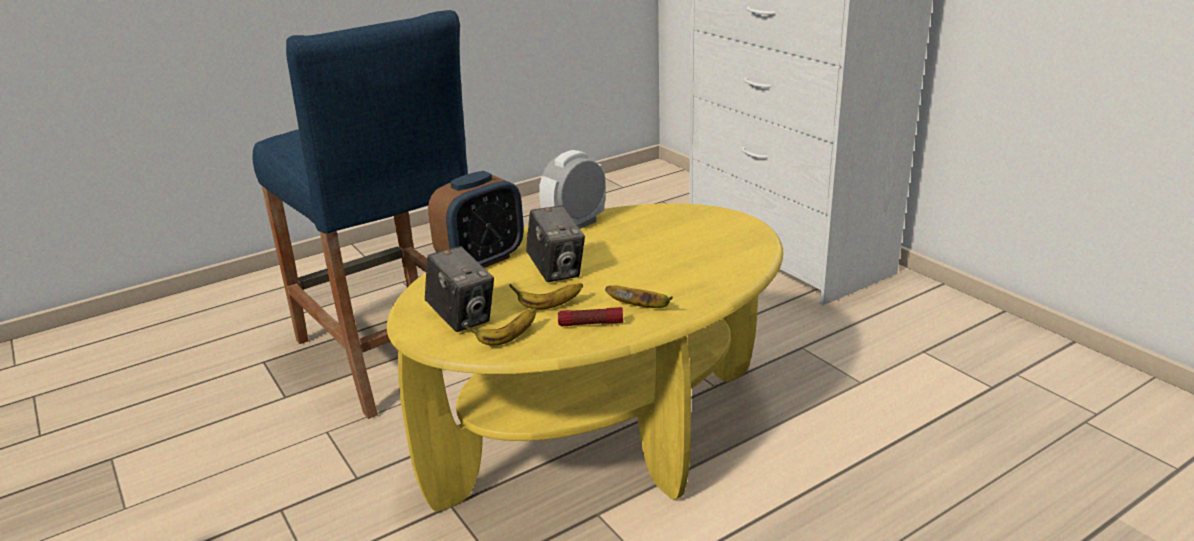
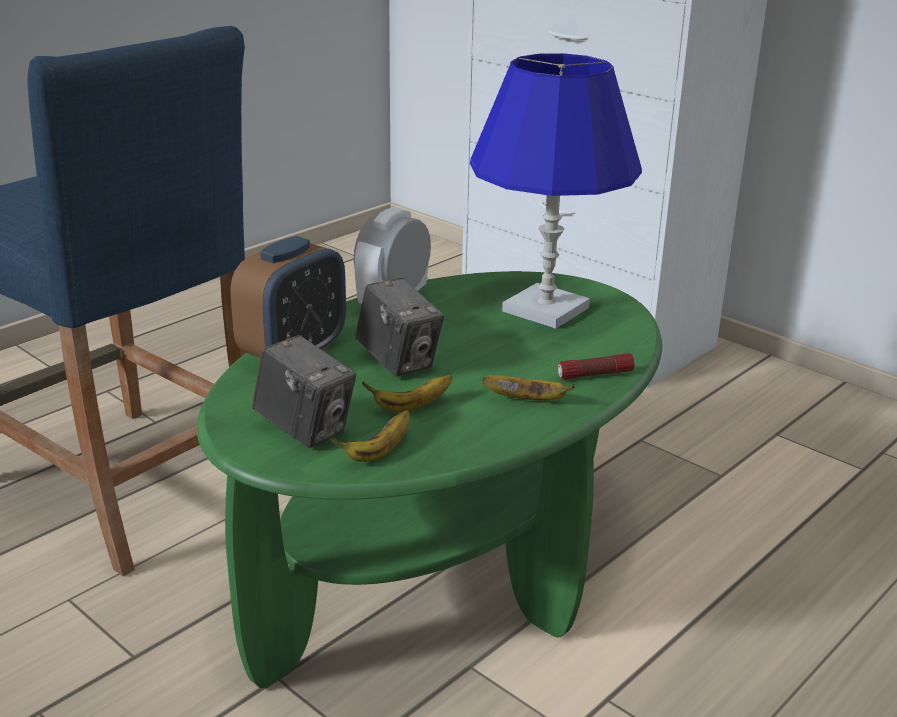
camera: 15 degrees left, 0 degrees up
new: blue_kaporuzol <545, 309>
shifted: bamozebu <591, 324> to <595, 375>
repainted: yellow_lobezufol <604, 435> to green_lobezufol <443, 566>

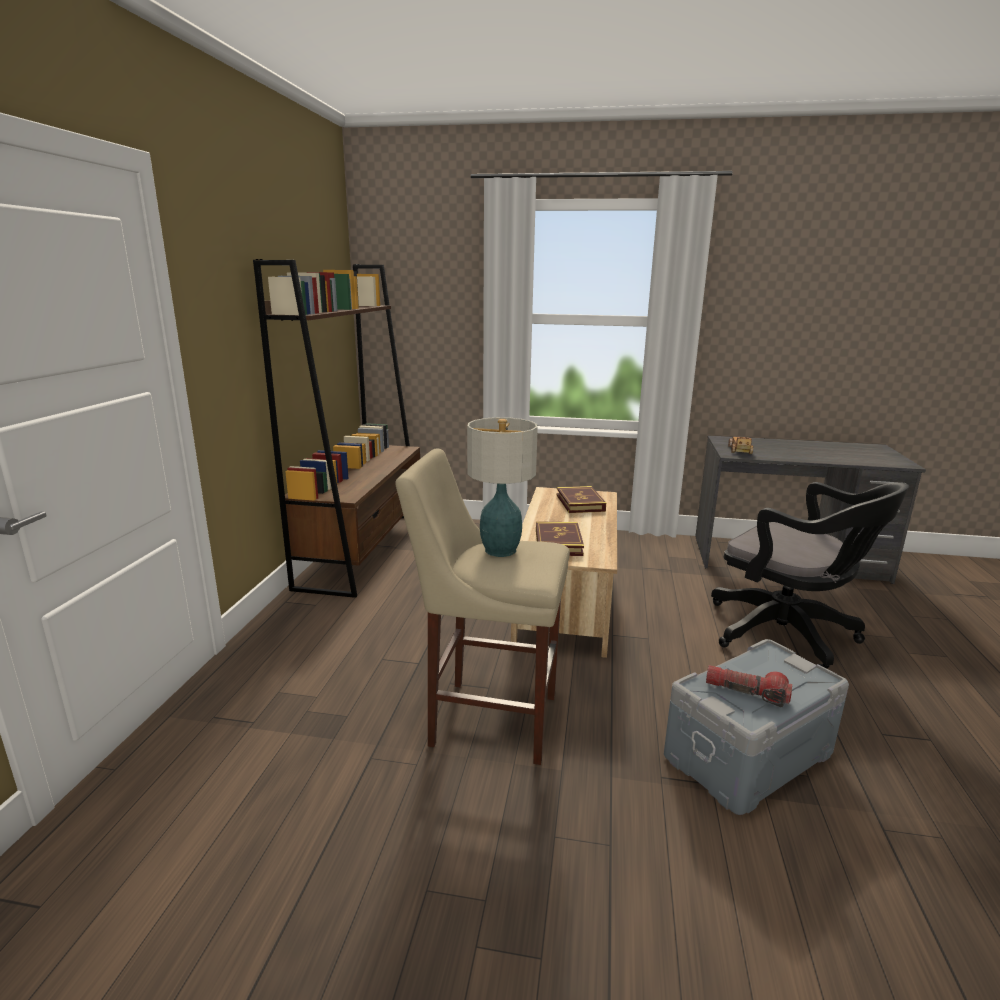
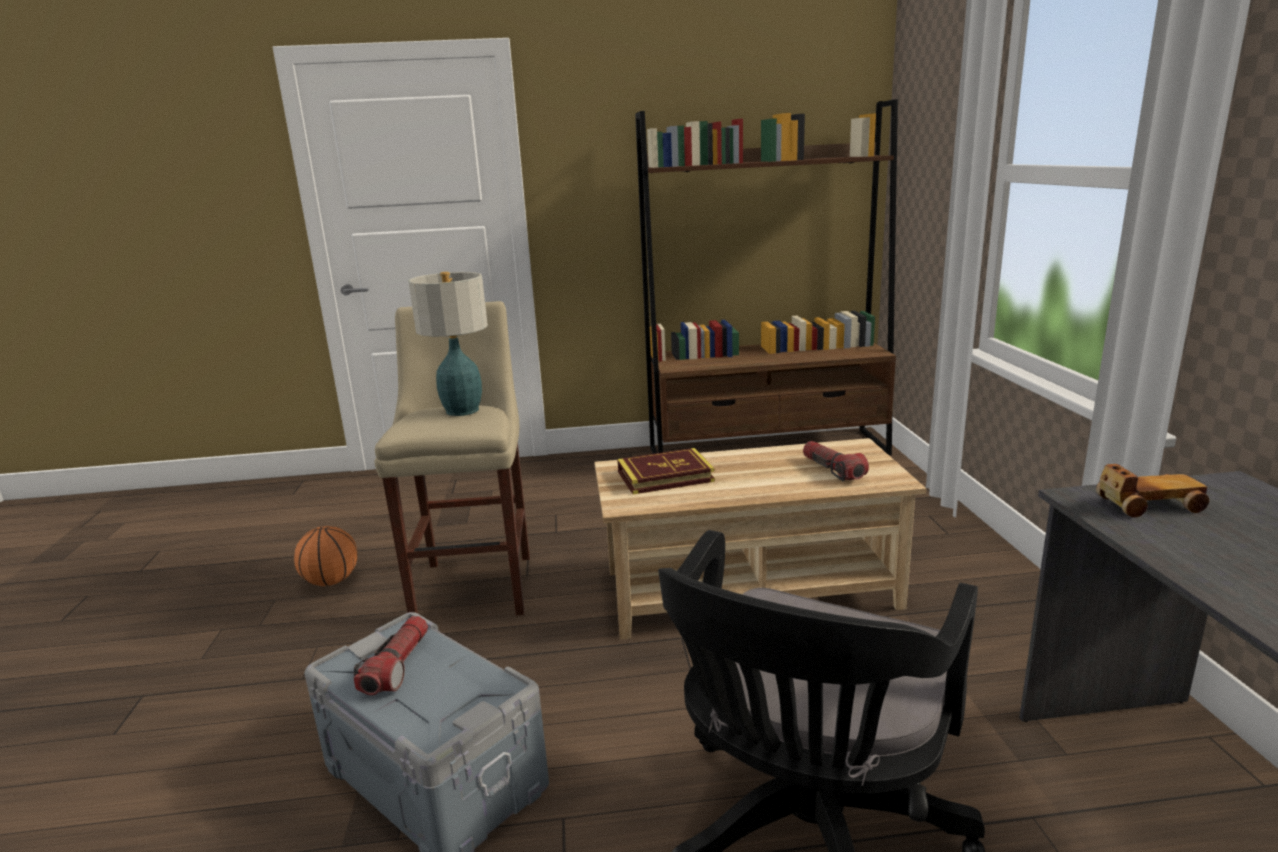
camera: 75 degrees right, 0 degrees up
new: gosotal <331, 581>
swapped: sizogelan <580, 503> to bamozebu <832, 470>

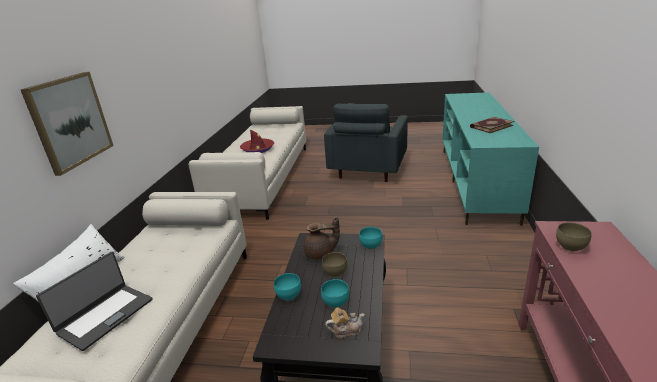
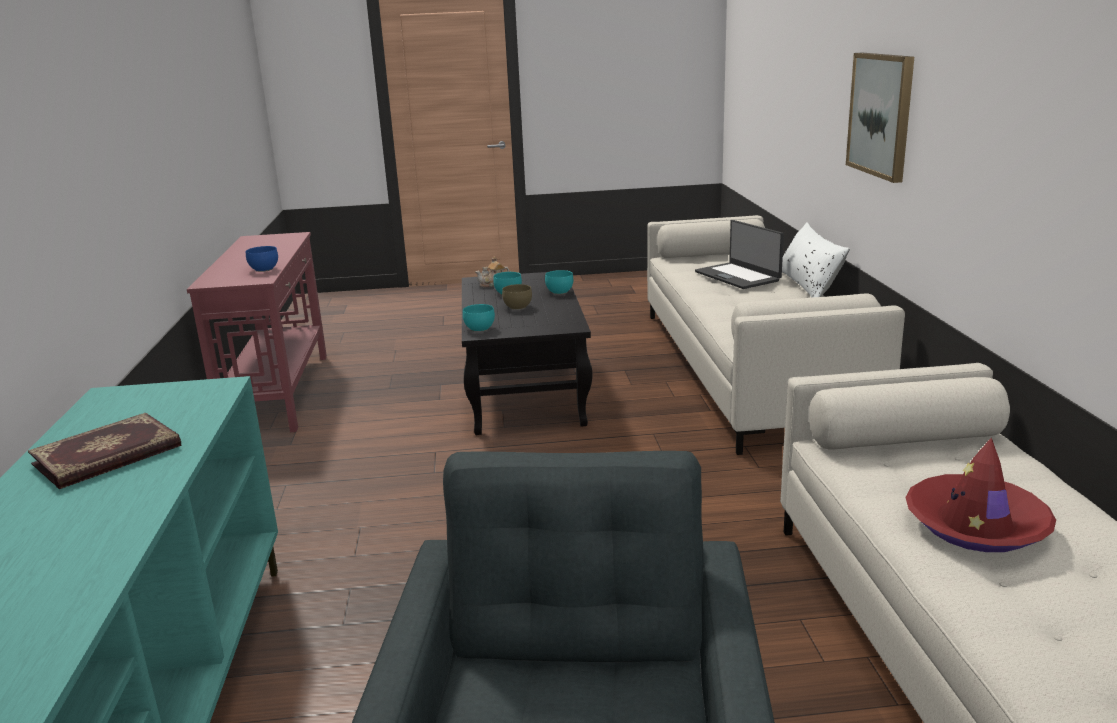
camera: 165 degrees right, 5 degrees down
gone: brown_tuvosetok <321, 254>
repainted: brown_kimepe <569, 247> to blue_kimepe <265, 269>
rotated: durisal <105, 315> = <738, 276> 45 degrees counterclockwise

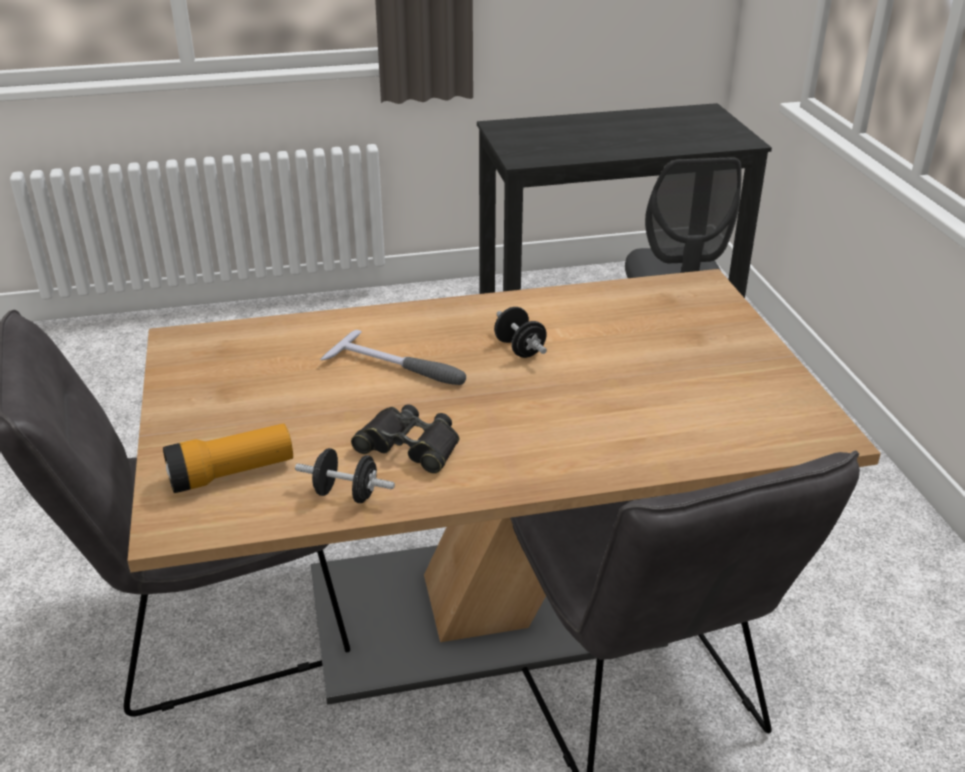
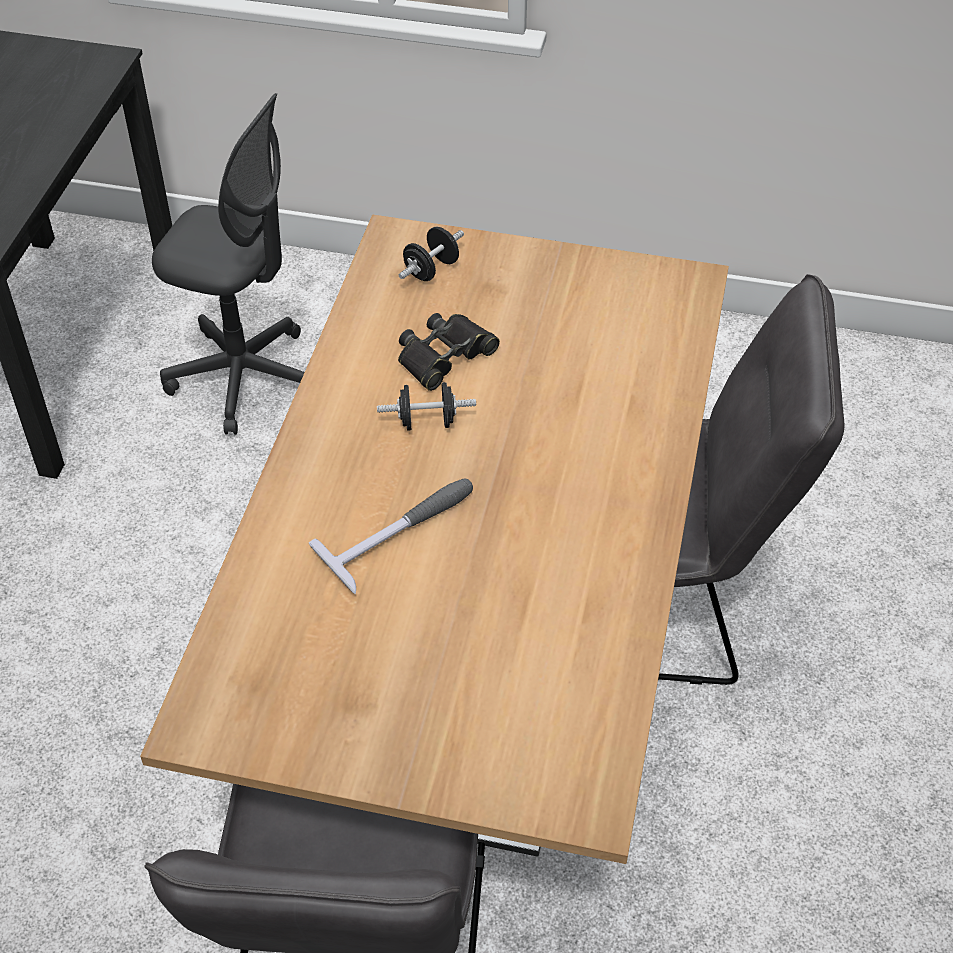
camera: 65 degrees left, 15 degrees up
gone: bamozebu <231, 474>
shifted: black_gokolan <346, 494> to <431, 269>; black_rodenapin <409, 446> to <444, 356>

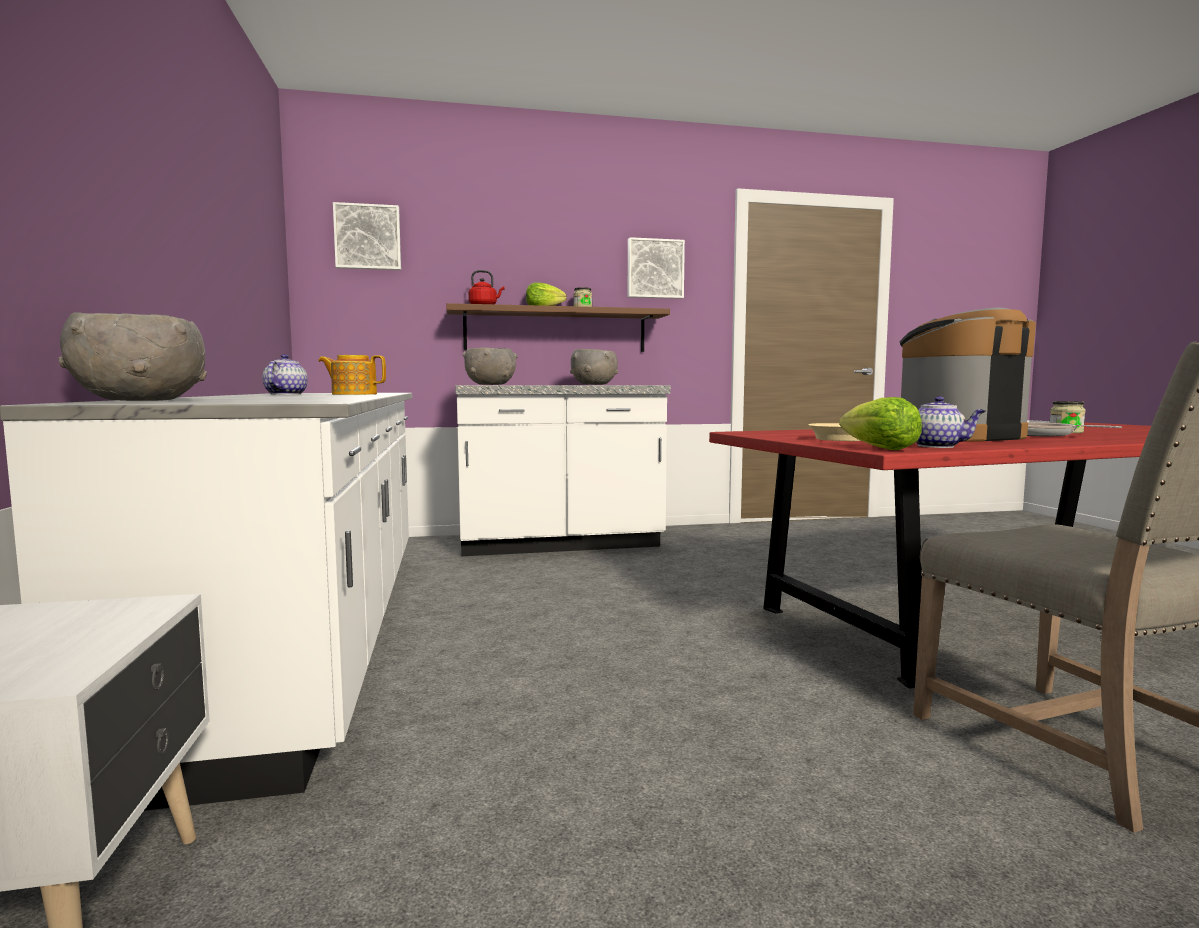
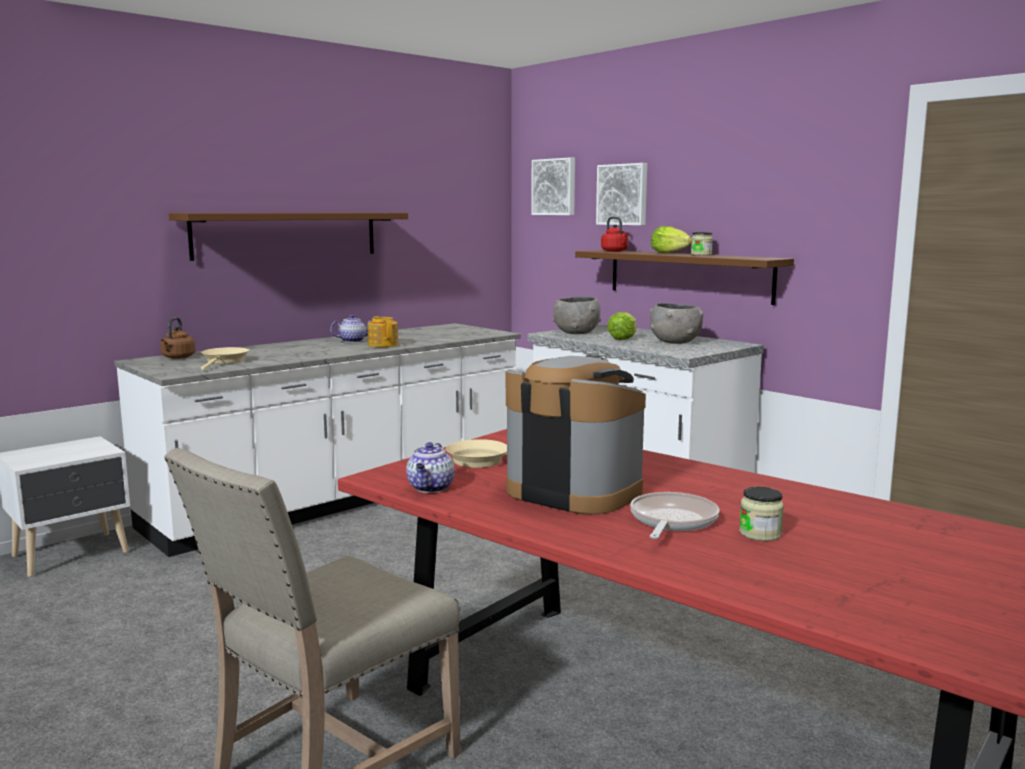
camera: 60 degrees right, 5 degrees up
new: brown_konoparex <287, 235>; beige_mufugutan <224, 361>
shifted: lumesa <655, 269> to <623, 194>; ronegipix <880, 449> to <622, 339>
swapped: grey_kimepe <141, 400> to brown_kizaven <177, 357>

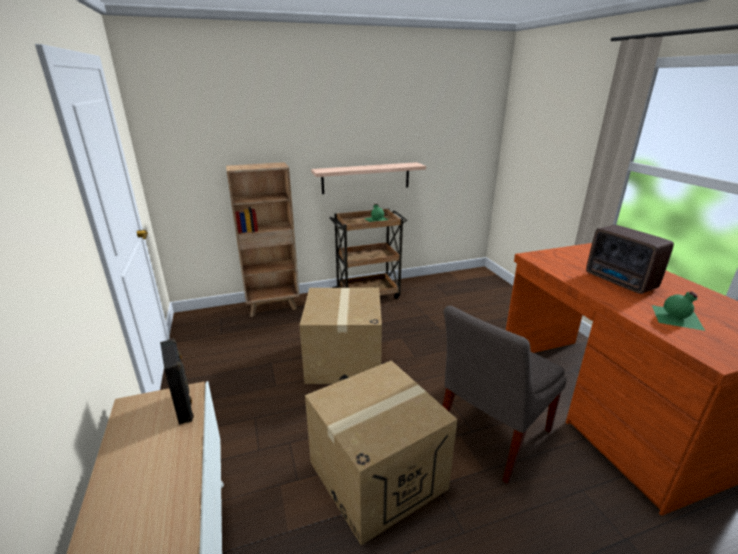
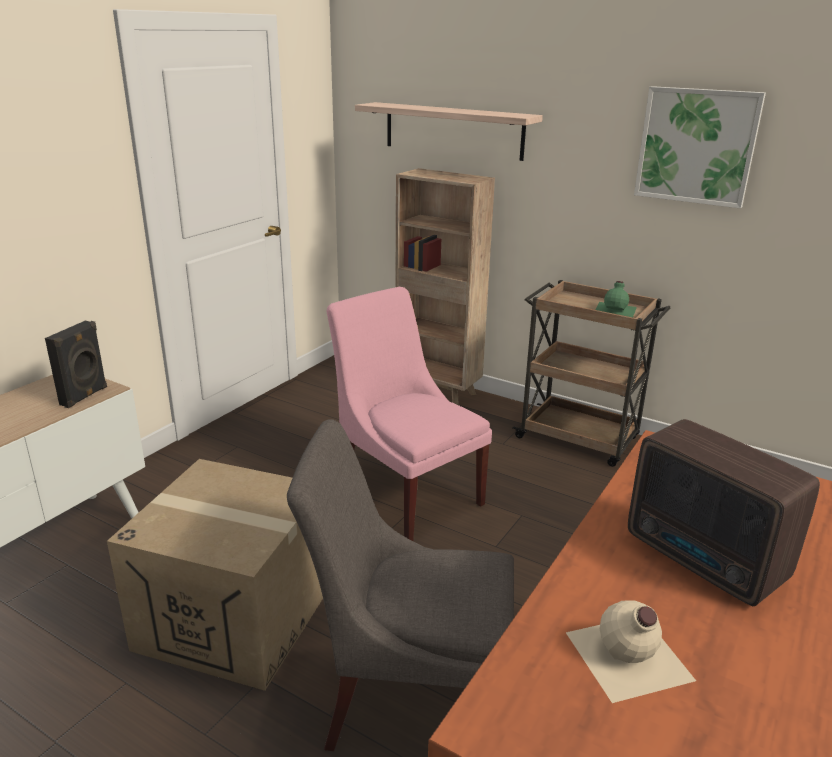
camera: 50 degrees right, 0 degrees up
new: lumesa <696, 146>
shifted: konoparex <366, 178> to <453, 130>
swapped: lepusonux <344, 360> to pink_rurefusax <406, 493>
repainted: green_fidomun <678, 317> to beige_fidomun <628, 657>
rotated: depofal <620, 282> = <706, 561> 60 degrees counterclockwise

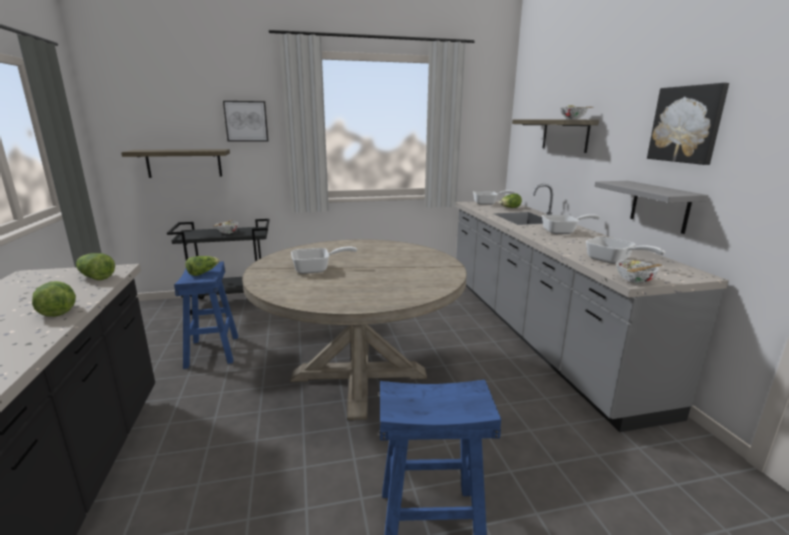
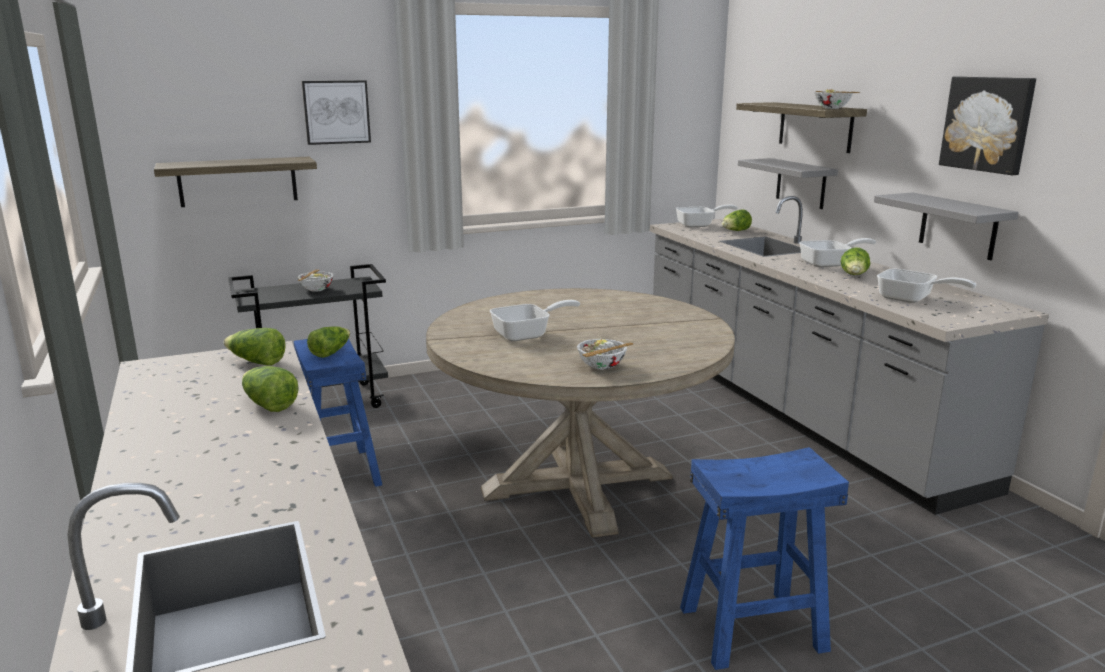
camera: 10 degrees left, 0 degrees up
new: grey_konoparex <801, 183>; ronegipix <854, 276>
shifted: kimepe <634, 281> to <601, 366>

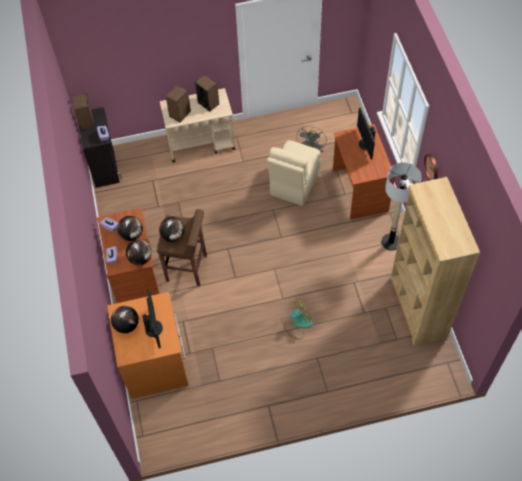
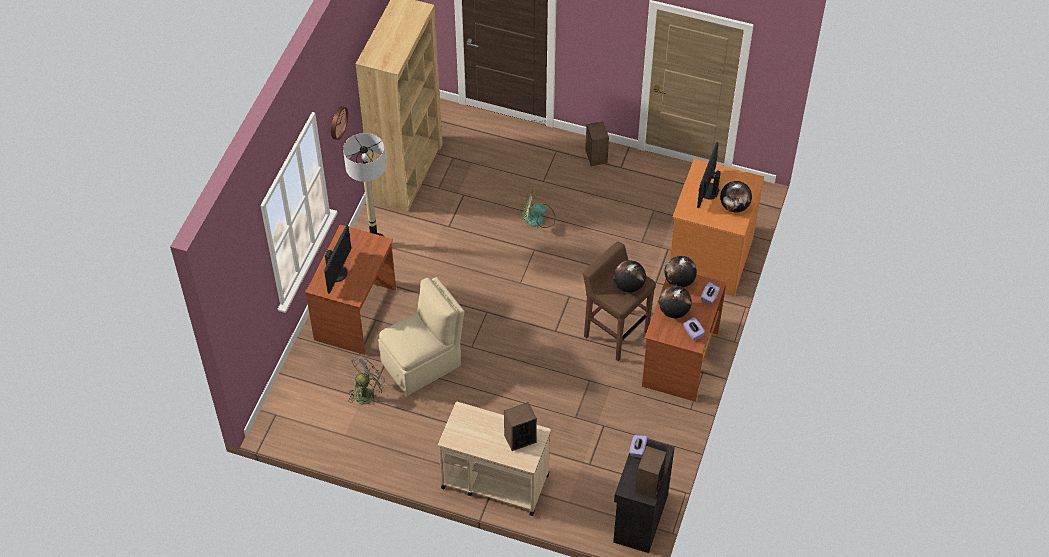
camera: 150 degrees left, 5 degrees down
shifted: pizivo <208, 103> to <596, 156>

